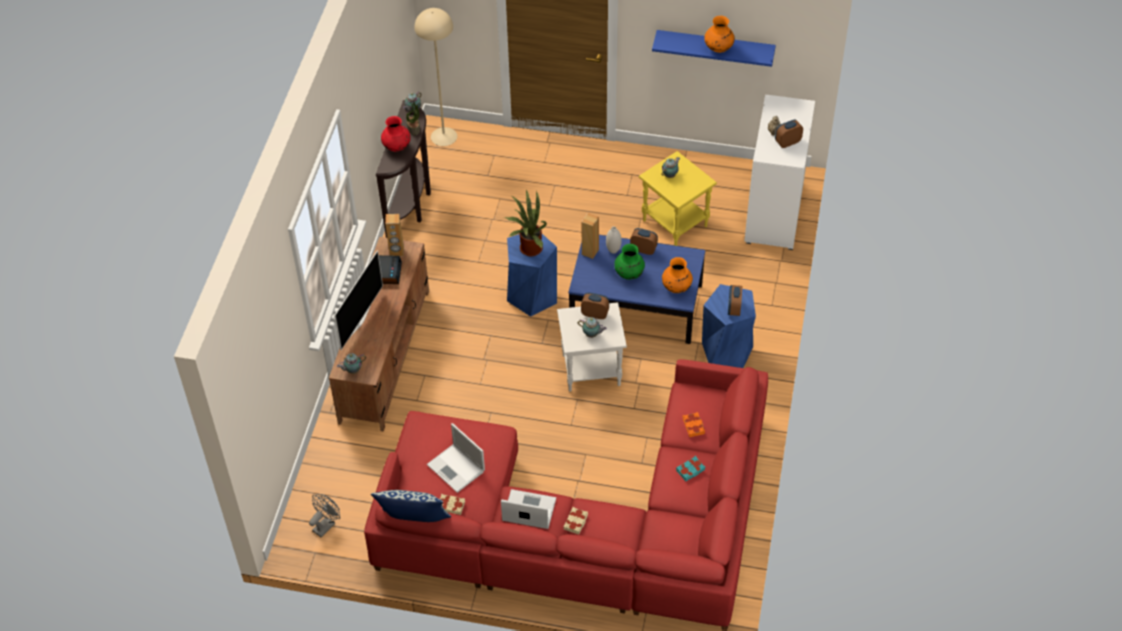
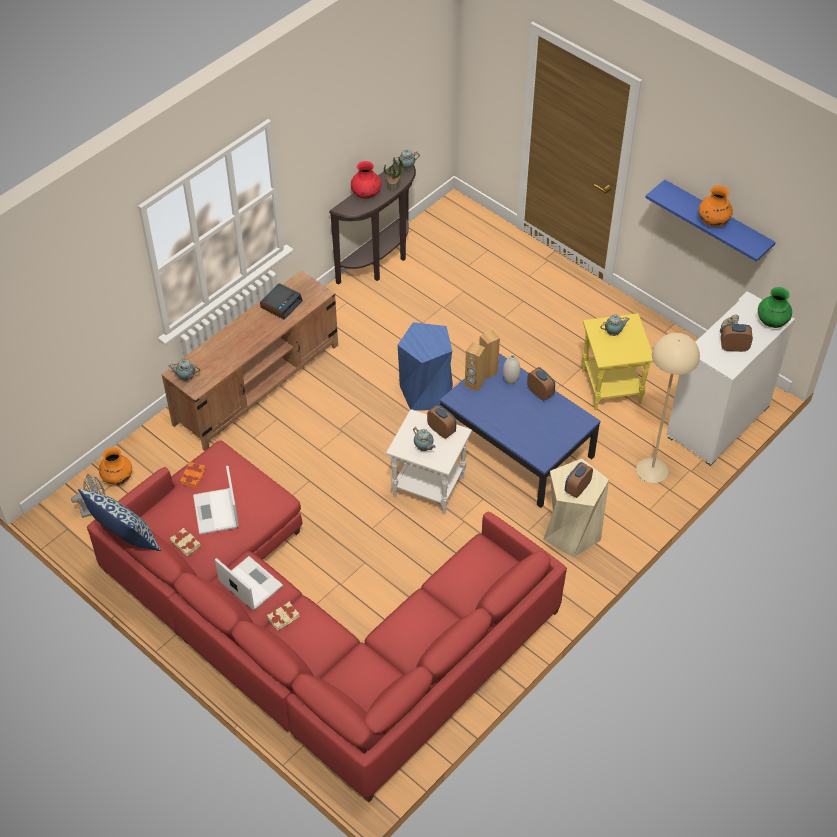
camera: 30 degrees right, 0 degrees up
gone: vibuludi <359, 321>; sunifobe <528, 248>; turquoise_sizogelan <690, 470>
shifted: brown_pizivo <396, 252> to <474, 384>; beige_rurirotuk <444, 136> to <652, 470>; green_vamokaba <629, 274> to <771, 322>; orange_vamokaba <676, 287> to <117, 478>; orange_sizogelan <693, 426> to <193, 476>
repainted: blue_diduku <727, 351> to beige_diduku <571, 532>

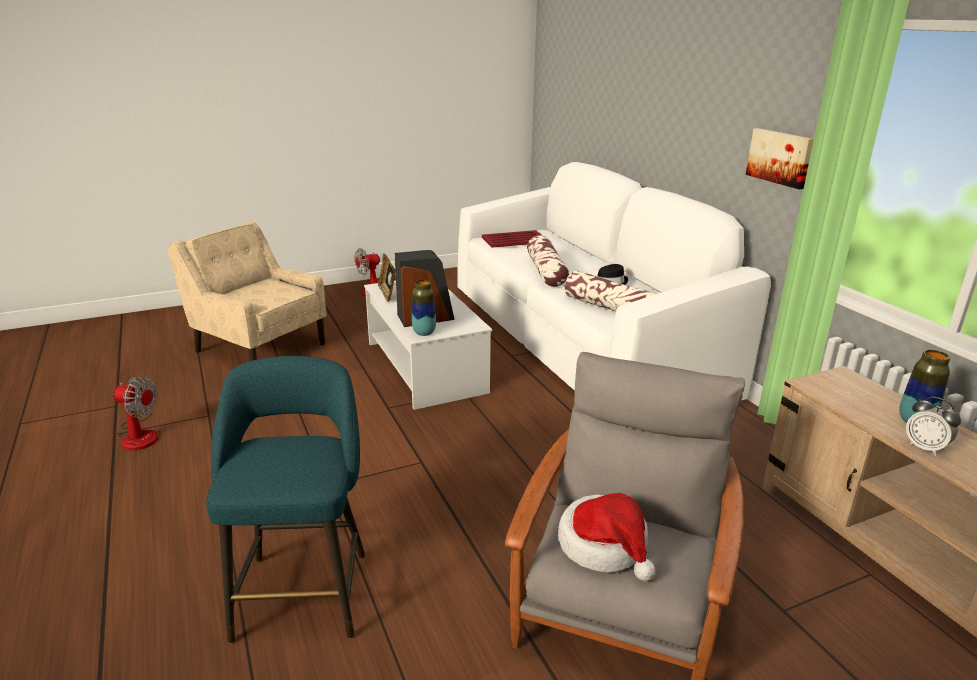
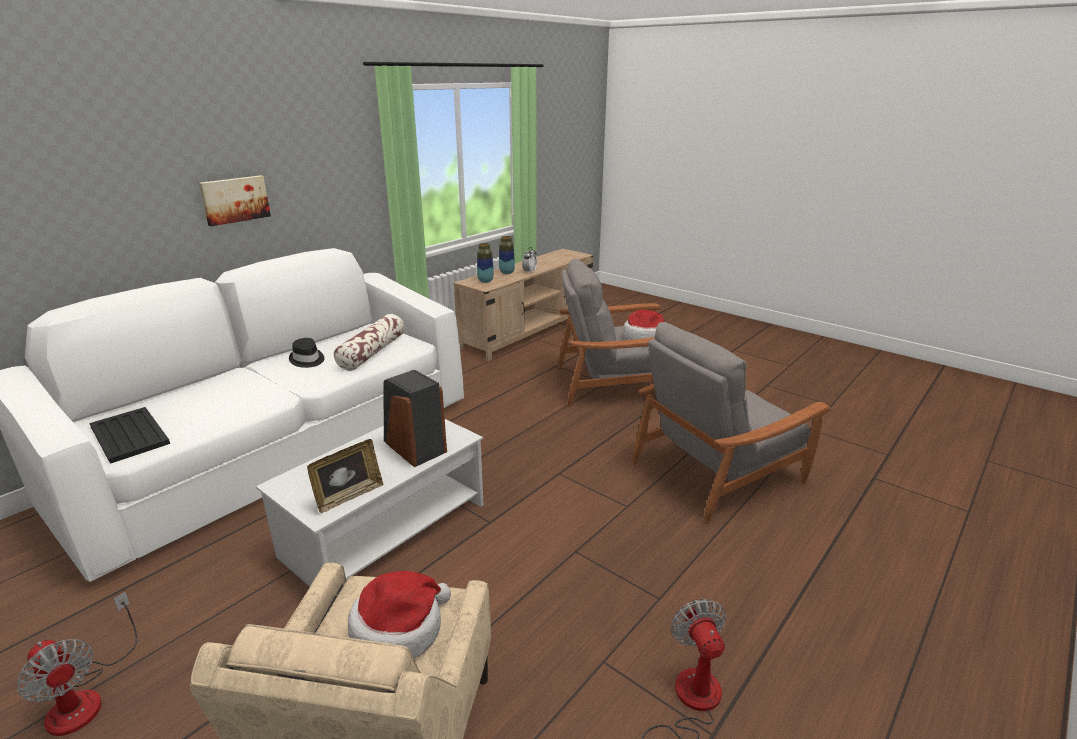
camera: 115 degrees left, 0 degrees up
gone: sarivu <546, 271>
new: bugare <399, 629>
shifted: vamokaba <424, 333> to <485, 281>; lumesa <780, 157> to <234, 199>
swapped: turquoise_diduku <303, 589> to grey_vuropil <718, 472>
repainted: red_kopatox <515, 240> to black_kopatox <129, 434>

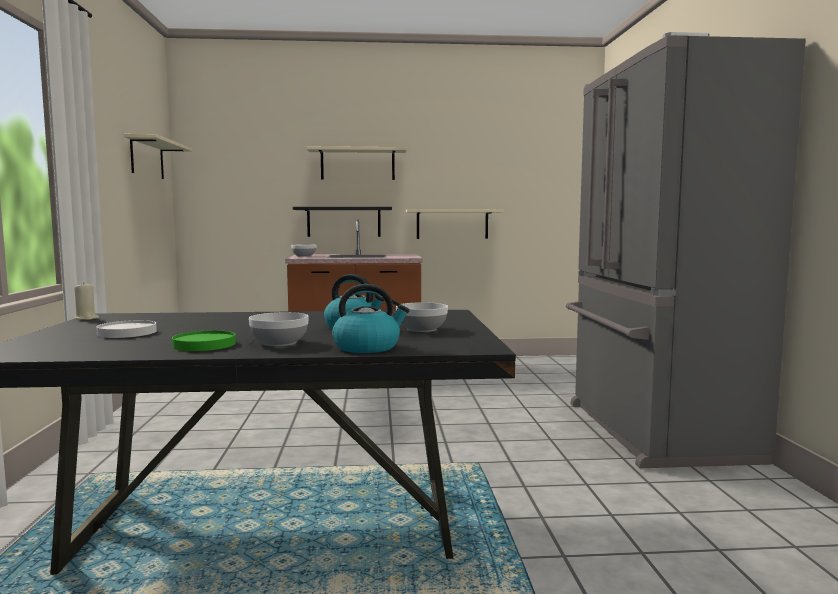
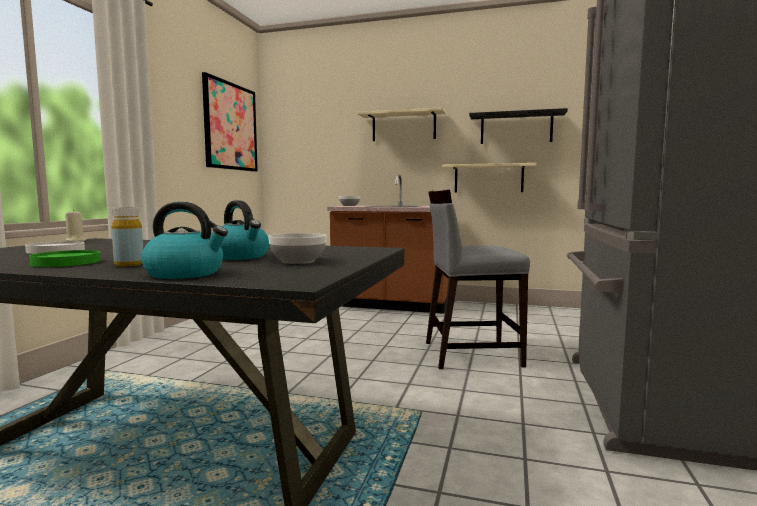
camera: 20 degrees right, 0 degrees up
new: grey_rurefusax <470, 353>
shifted: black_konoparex <344, 222> to <516, 128>
swapped: beige_konoparex <147, 158> to lumesa <230, 126>; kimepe <279, 342> to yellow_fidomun <129, 264>

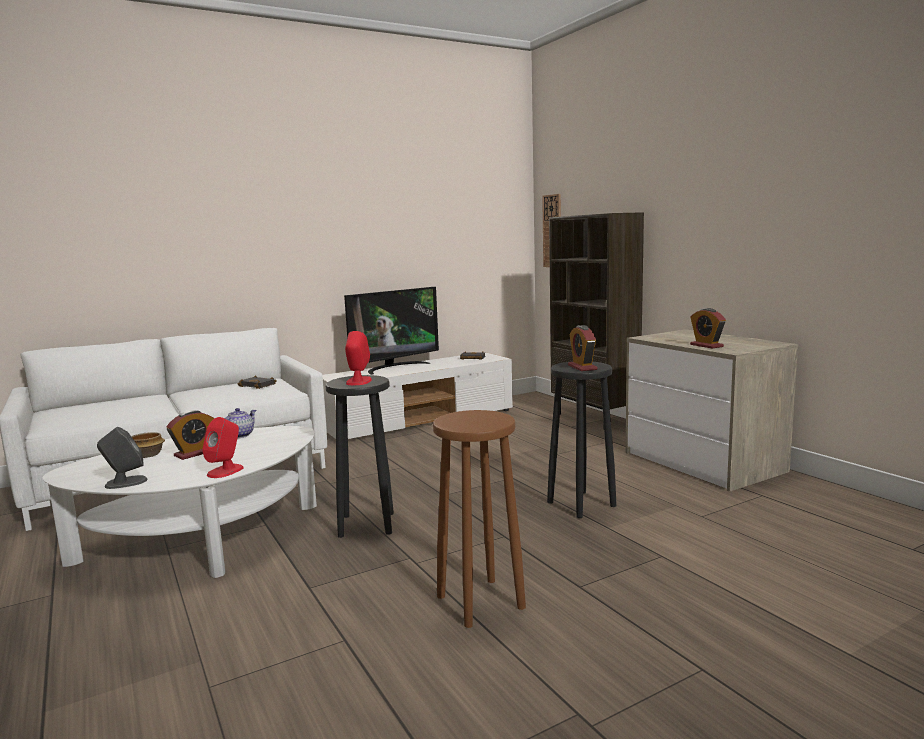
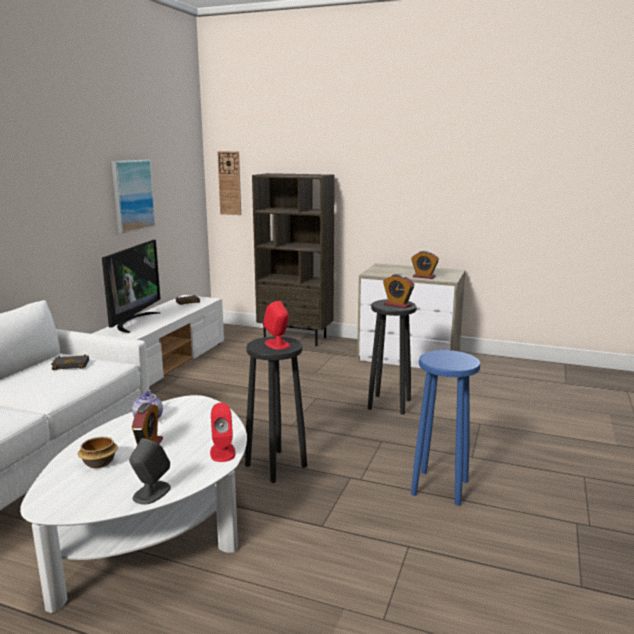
camera: 40 degrees left, 5 degrees up
new: lumesa <132, 195>
repainted: brown_diduku <481, 602> to blue_diduku <440, 488>

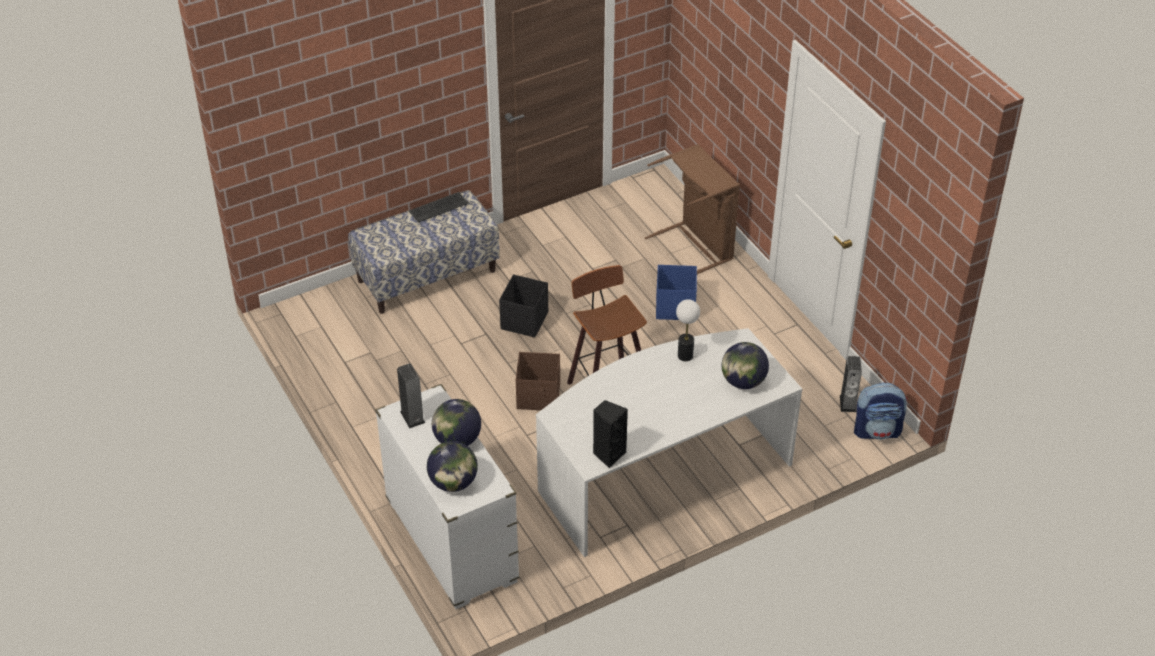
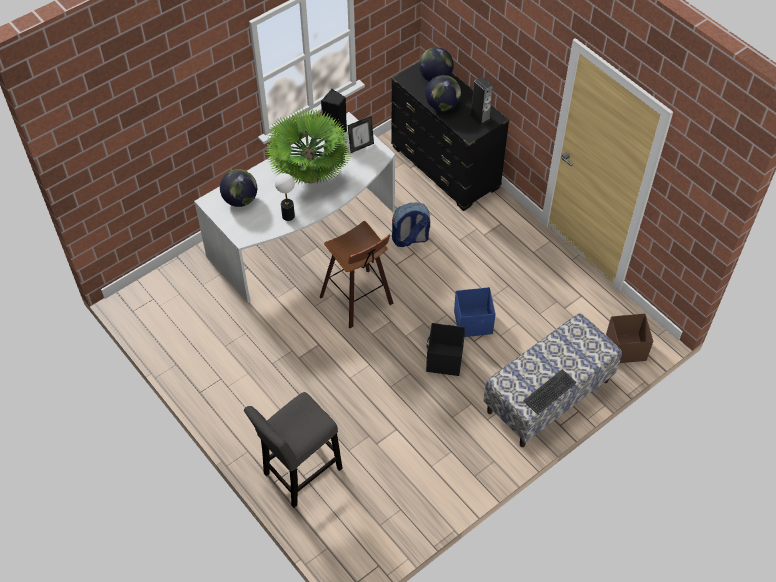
camera: 170 degrees right, 10 degrees up
gone: pizivo <847, 403>
new: sunifobe <310, 175>; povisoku <361, 147>
shifted: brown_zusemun <539, 396> to <624, 348>; blue_zusemun <674, 307> to <473, 323>; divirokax <877, 431> to <410, 239>
swapped: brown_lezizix <696, 246> to grey_diduku <299, 474>
repainted: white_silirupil <451, 541> to black_silirupil <445, 168>

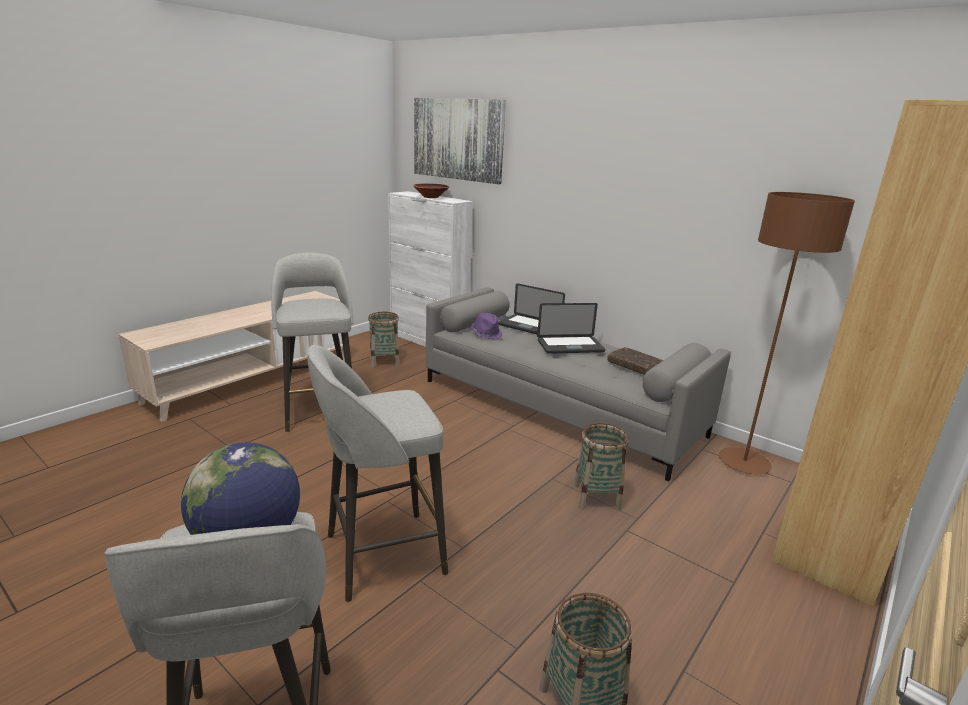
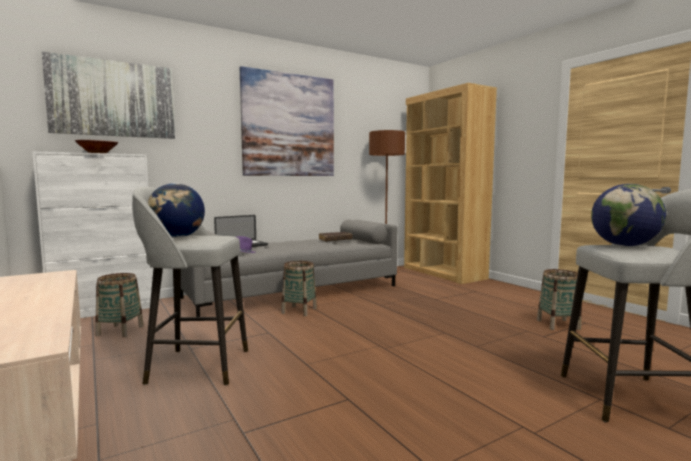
camera: 70 degrees left, 15 degrees down
gone: grey_diduku <381, 555>; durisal <570, 346>
new: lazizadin <177, 237>; lumesa <289, 125>
shifted: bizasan <597, 497> to <299, 311>

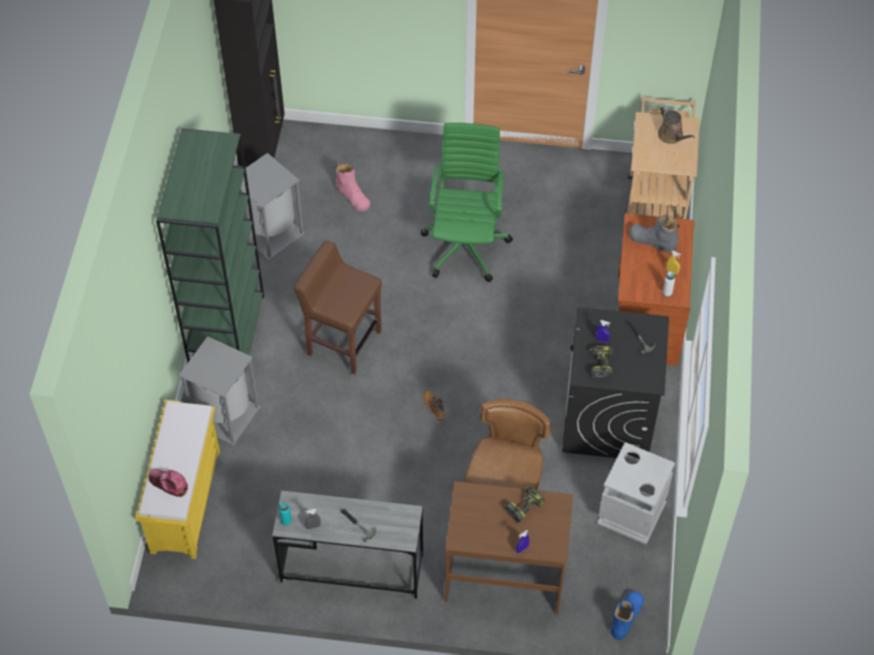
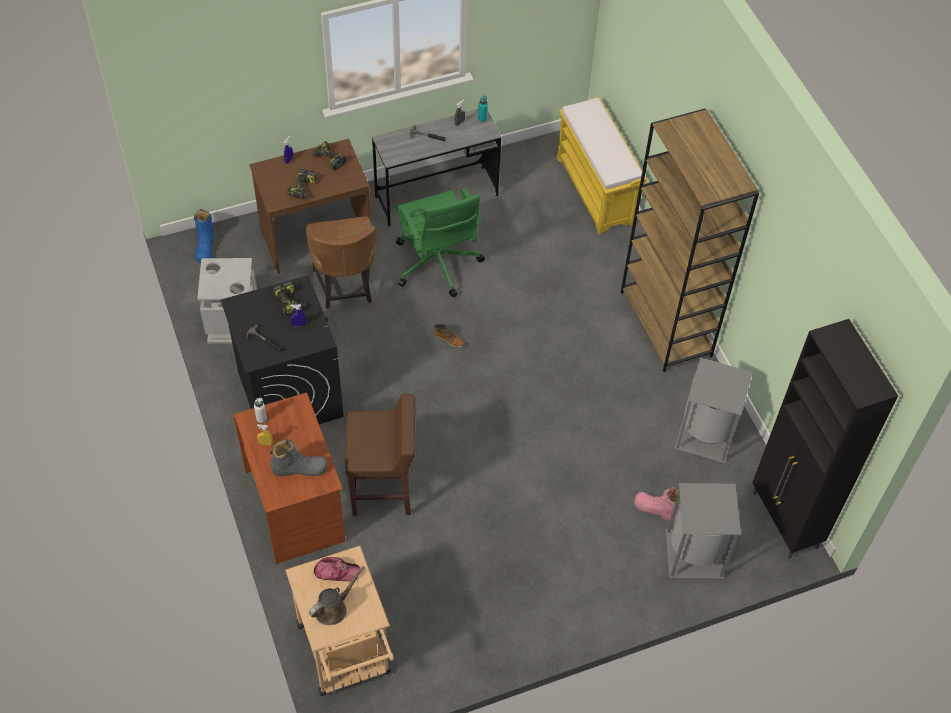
camera: 150 degrees right, 0 degrees up
new: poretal <328, 159>
shifted: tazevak <169, 483> to <336, 571>; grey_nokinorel <224, 415> to <695, 552>; brown_diduku <343, 342> to <383, 488>; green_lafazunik <466, 245> to <437, 265>
repainted: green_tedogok <227, 335> to brown_tedogok <666, 324>
rotated: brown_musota <672, 136> = <333, 608> 105 degrees clockwise

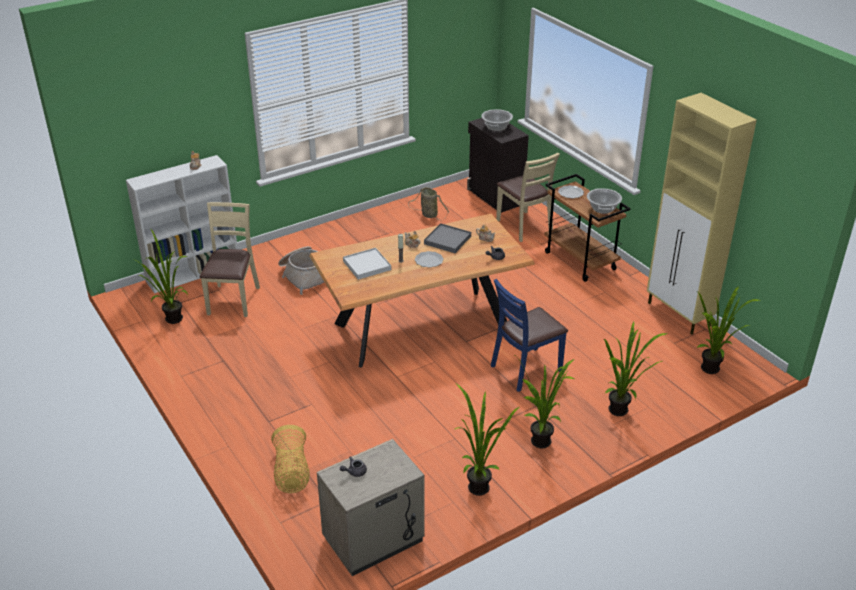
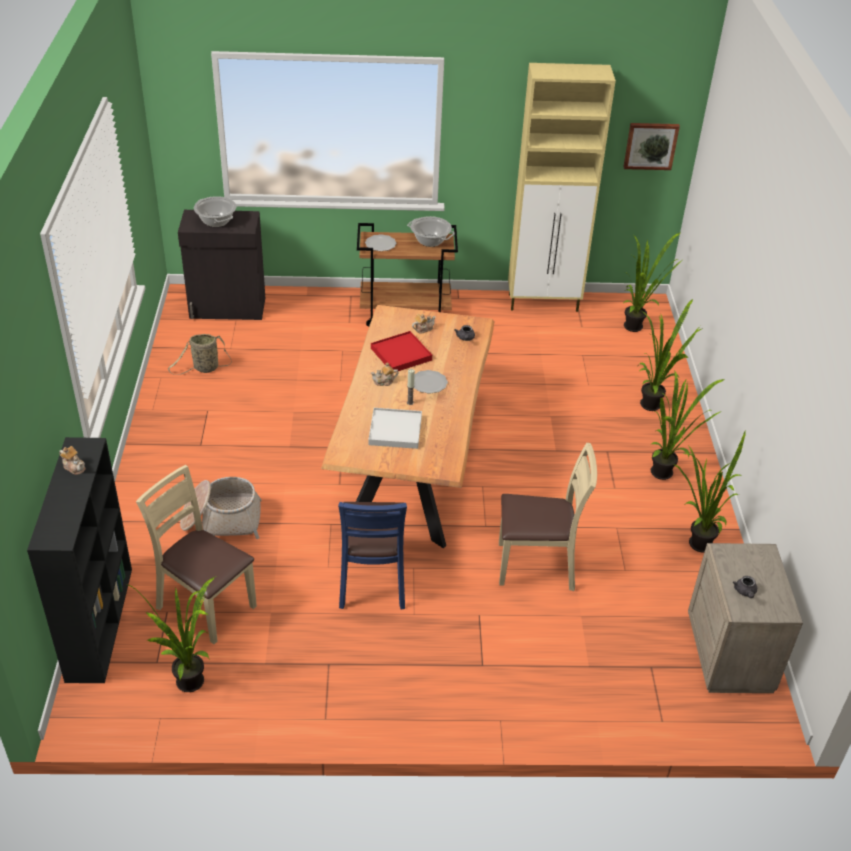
camera: 60 degrees left, 5 degrees up
gone: bizasan <291, 472>
new: lumesa <650, 145>
shifted: blue_rurefusax <525, 369> to <372, 581>; beige_rurefusax <524, 226> to <537, 565>
repainted: white_tedogok <194, 273> to black_tedogok <99, 622>; grey_kopatox <447, 240> to red_kopatox <401, 354>

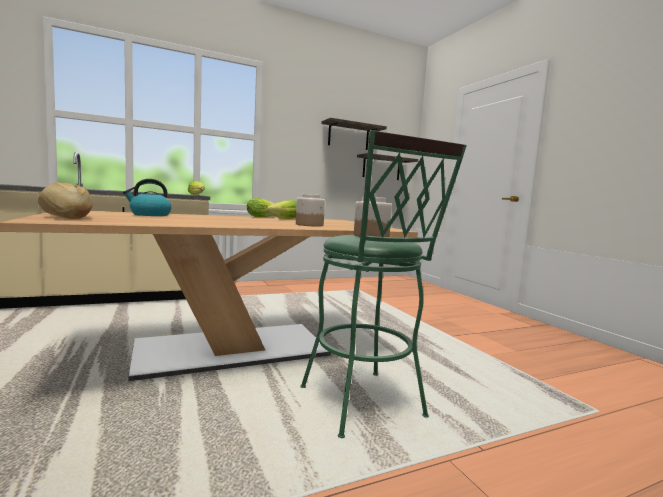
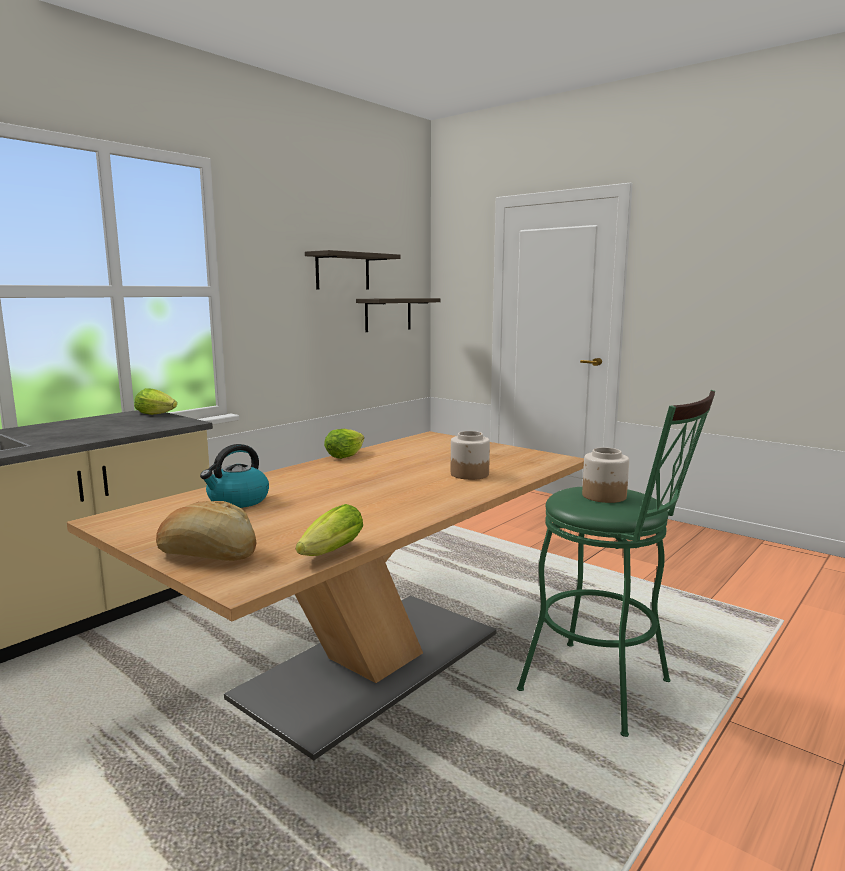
camera: 25 degrees left, 5 degrees up
shifted: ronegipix <283, 218> to <328, 554>

